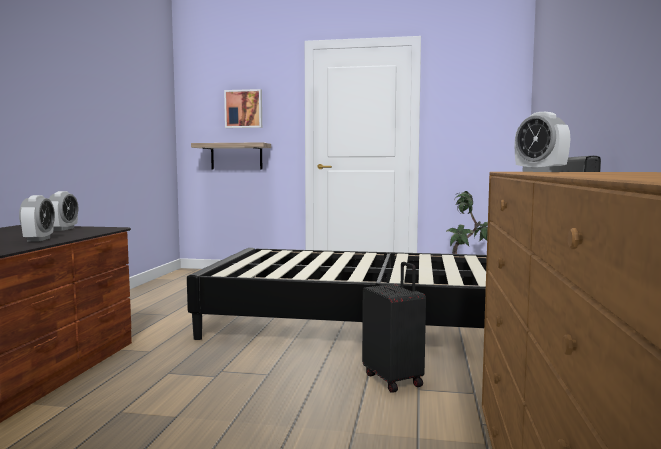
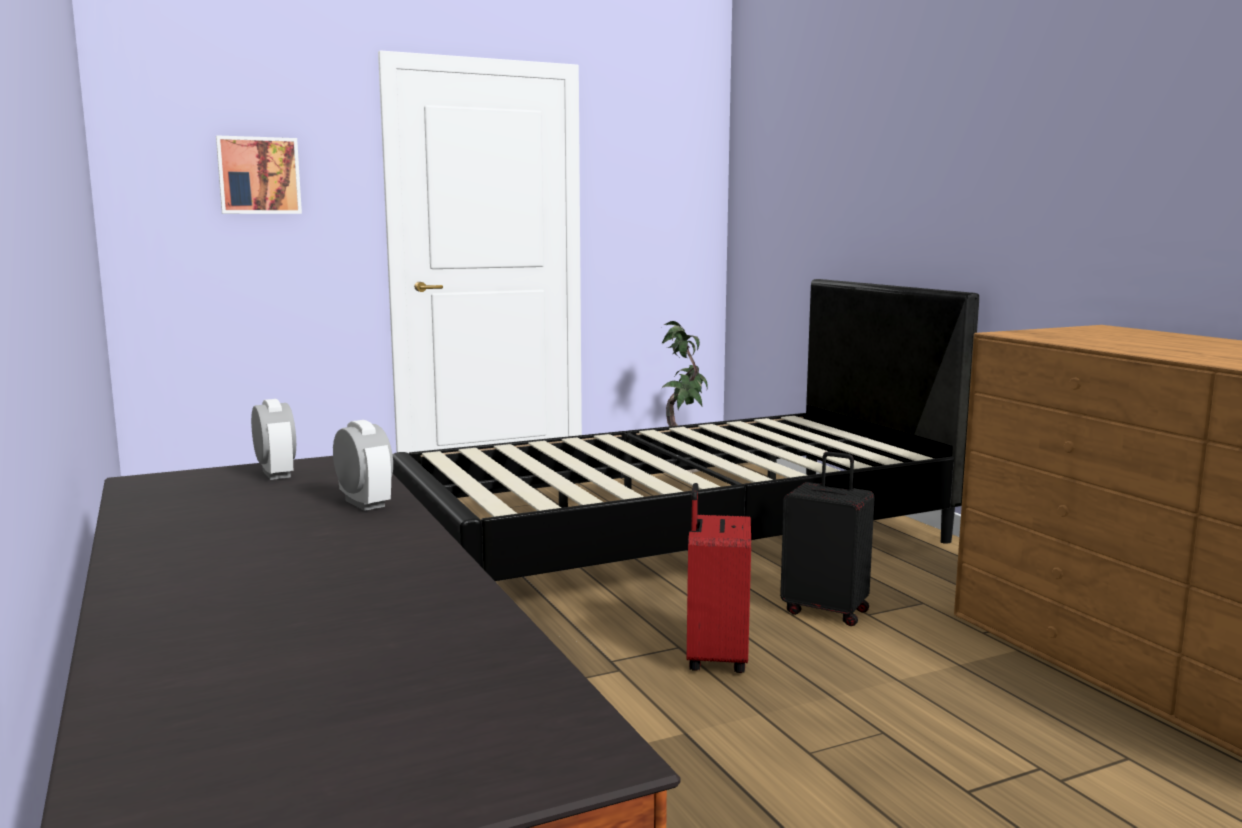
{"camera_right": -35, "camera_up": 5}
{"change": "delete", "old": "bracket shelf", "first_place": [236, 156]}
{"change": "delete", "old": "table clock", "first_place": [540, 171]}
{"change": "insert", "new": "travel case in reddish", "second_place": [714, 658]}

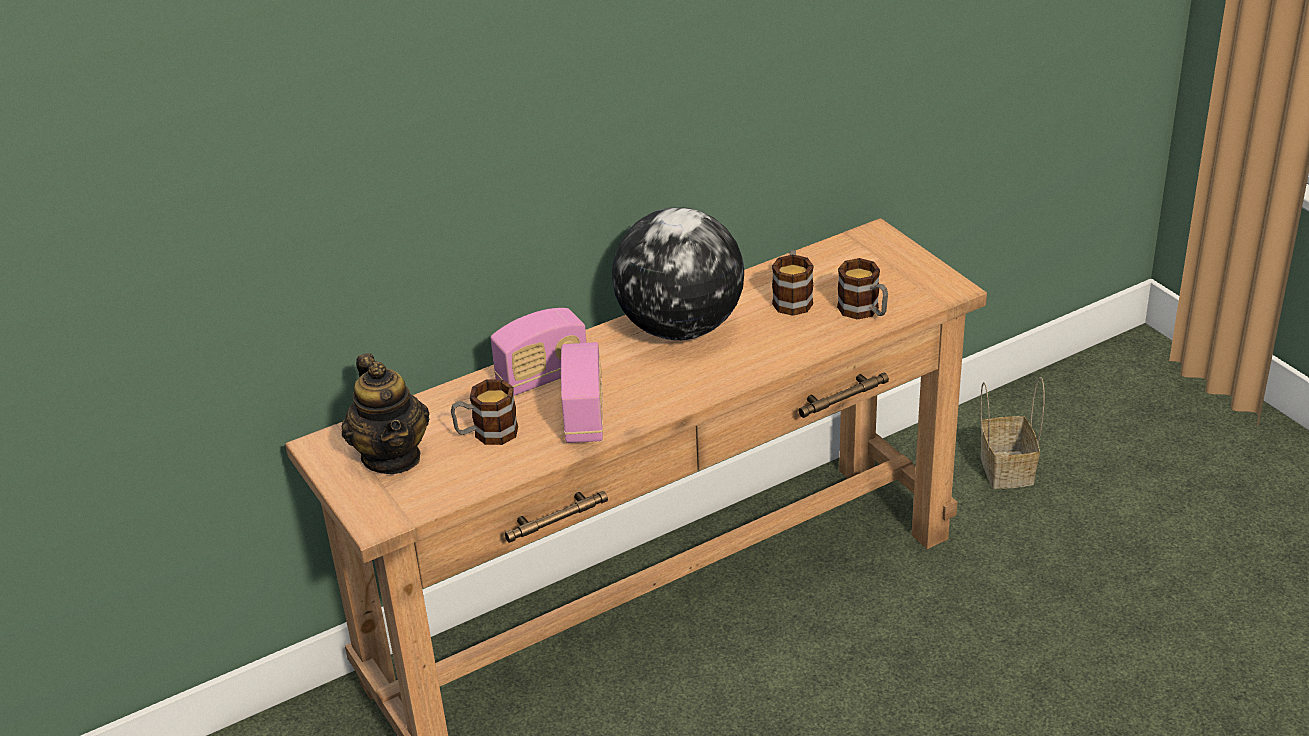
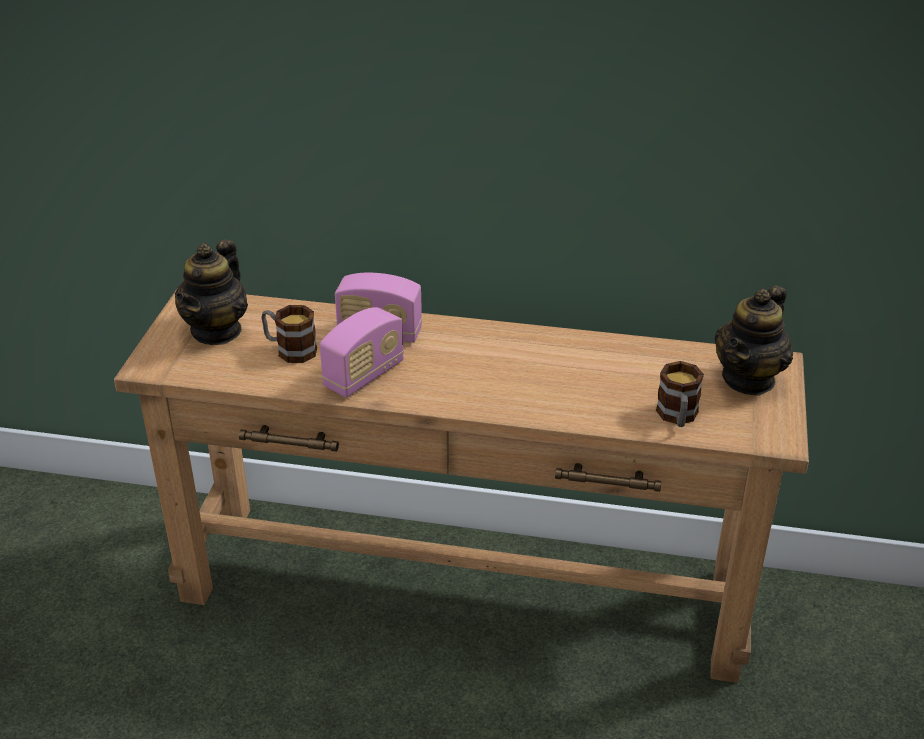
{"camera_right": 40, "camera_up": 0}
{"change": "delete", "old": "globe", "first_place": [680, 327]}
{"change": "delete", "old": "tea mug", "first_place": [792, 298]}
{"change": "delete", "old": "basket", "first_place": [1005, 468]}
{"change": "insert", "new": "teapot", "second_place": [749, 379]}

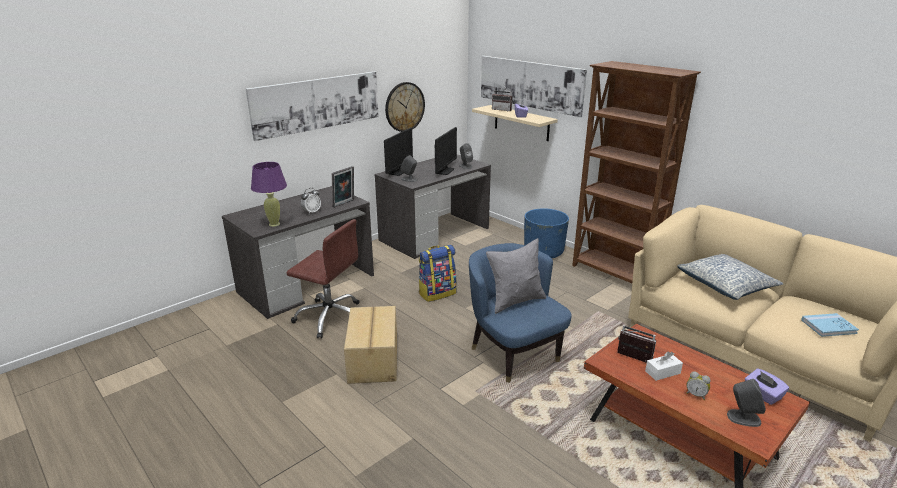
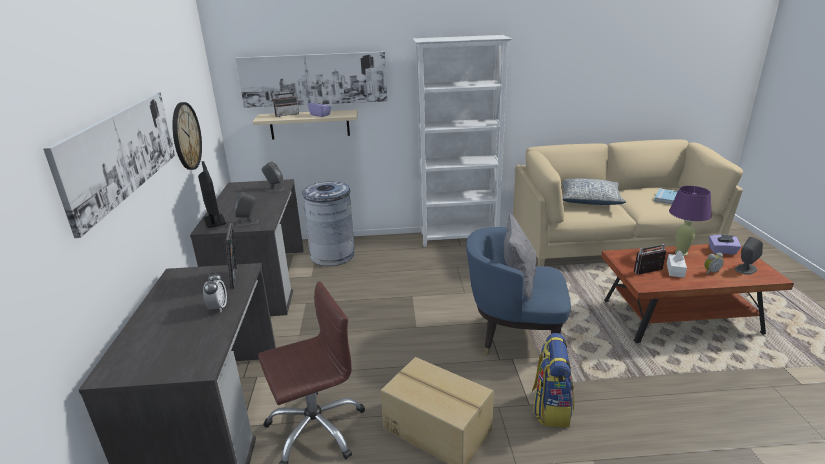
{"camera_right": -50, "camera_up": 0}
{"change": "delete", "old": "computer display", "first_place": [444, 171]}
{"change": "delete", "old": "flower pot in blue-coloured", "first_place": [543, 252]}
{"change": "insert", "new": "rubbish bin in greyish", "second_place": [332, 255]}
{"change": "move", "old": "lamp for a table in purple", "first_place": [274, 224], "second_place": [681, 253]}
{"change": "move", "old": "backpack", "first_place": [437, 293], "second_place": [550, 407]}
{"change": "recolor", "old": "bookshelf in brown", "new": "bookshelf in white", "first_place": [614, 274], "second_place": [459, 238]}

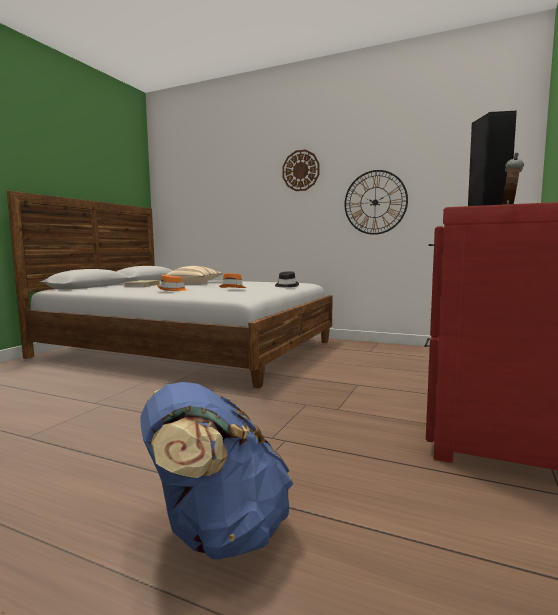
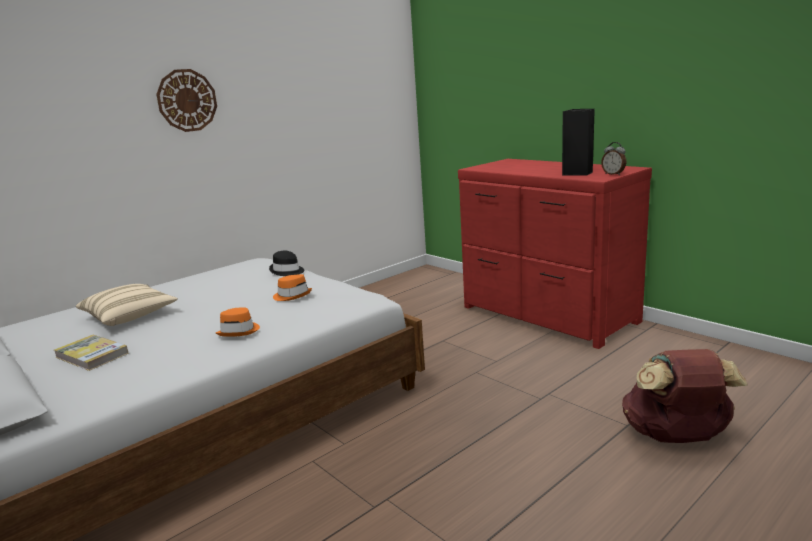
{"camera_right": -65, "camera_up": 10}
{"change": "delete", "old": "clock on the wall", "first_place": [375, 202]}
{"change": "recolor", "old": "backpack in blue-coloured", "new": "backpack in brown", "first_place": [217, 532], "second_place": [676, 437]}

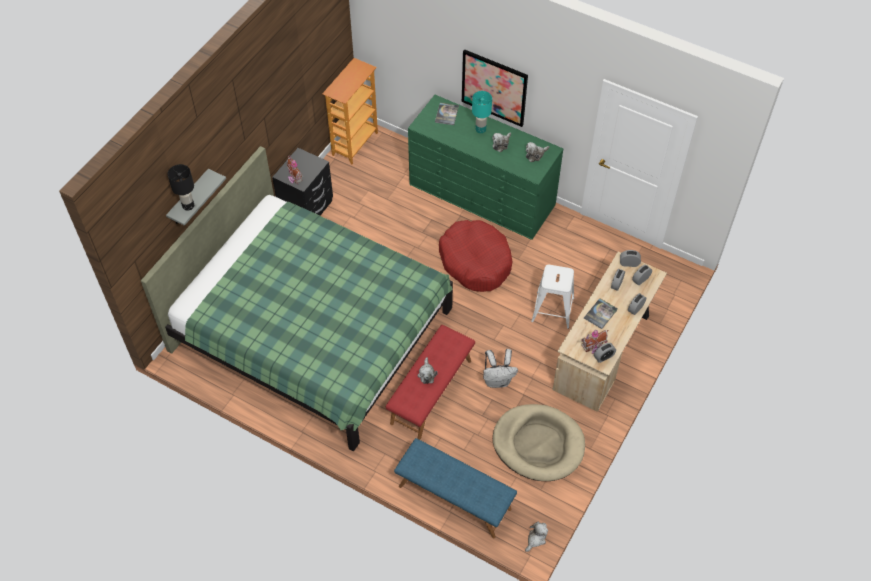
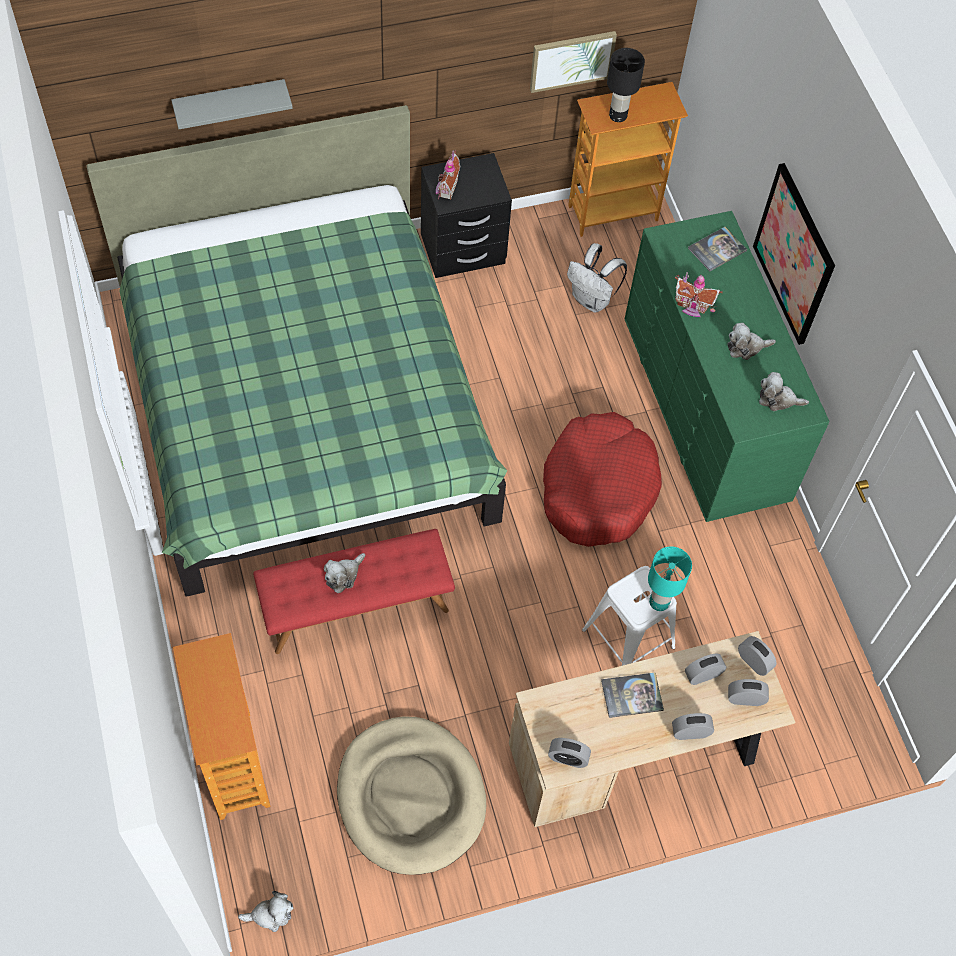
{"camera_right": 40, "camera_up": 5}
{"change": "insert", "new": "wall picture", "second_place": [571, 60]}
{"change": "move", "old": "lamp for a table in blackish", "first_place": [188, 206], "second_place": [618, 116]}
{"change": "move", "old": "lamp for a table in blue-green", "first_place": [480, 129], "second_place": [659, 601]}
{"change": "move", "old": "backpack in white", "first_place": [498, 380], "second_place": [592, 300]}
{"change": "move", "old": "toy house", "first_place": [593, 347], "second_place": [692, 307]}
{"change": "replace", "old": "long seat in blue-coloured", "new": "bookshelf", "first_place": [454, 498], "second_place": [233, 765]}

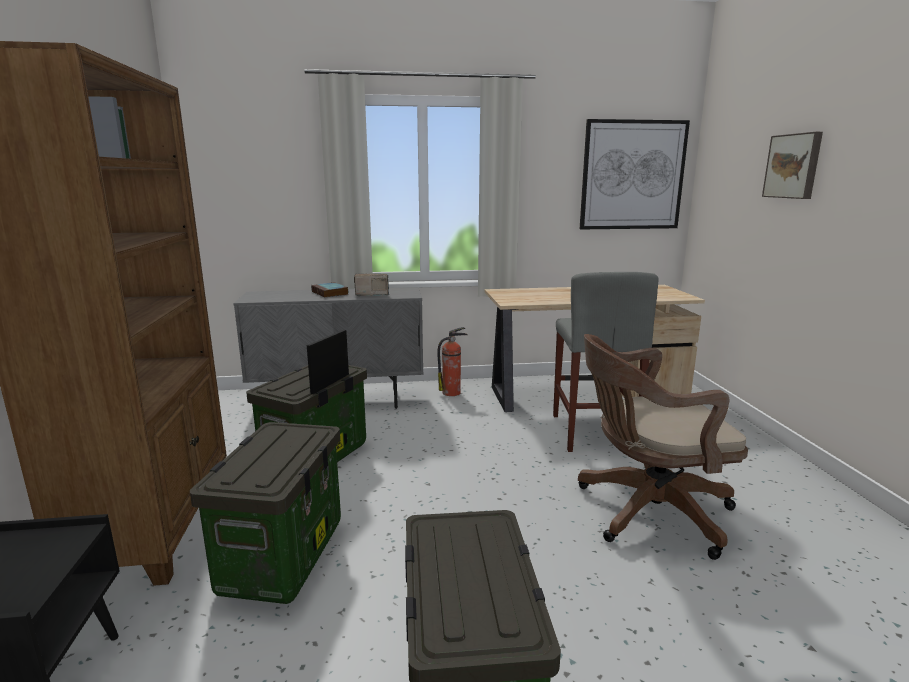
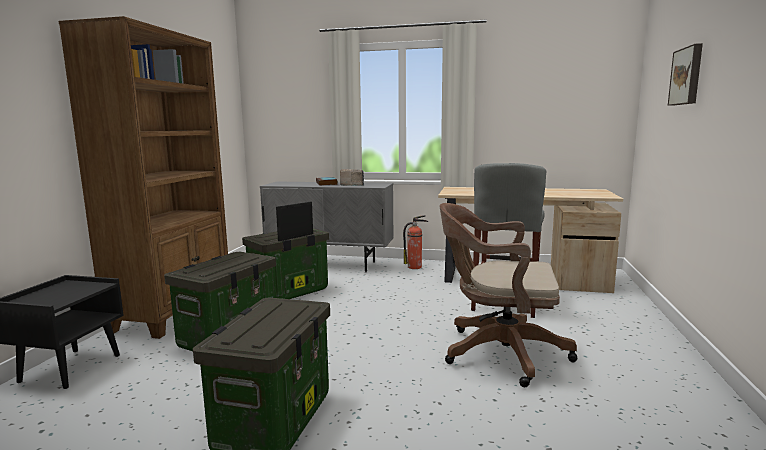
{"camera_right": 20, "camera_up": -5}
{"change": "delete", "old": "wall picture", "first_place": [632, 175]}

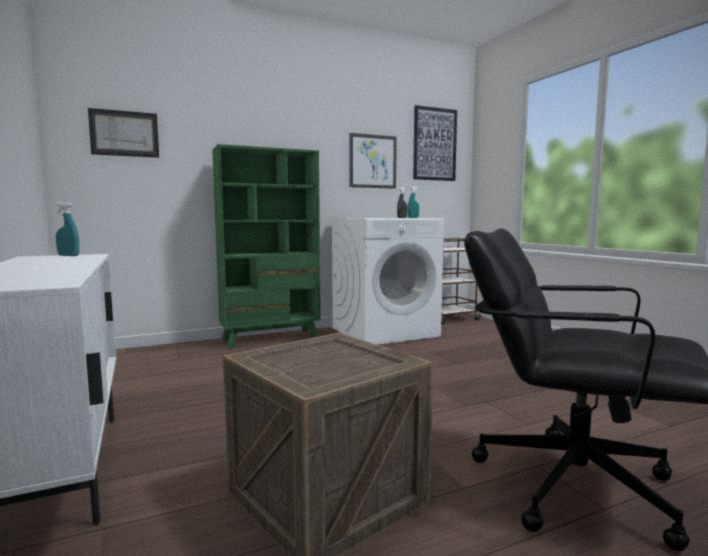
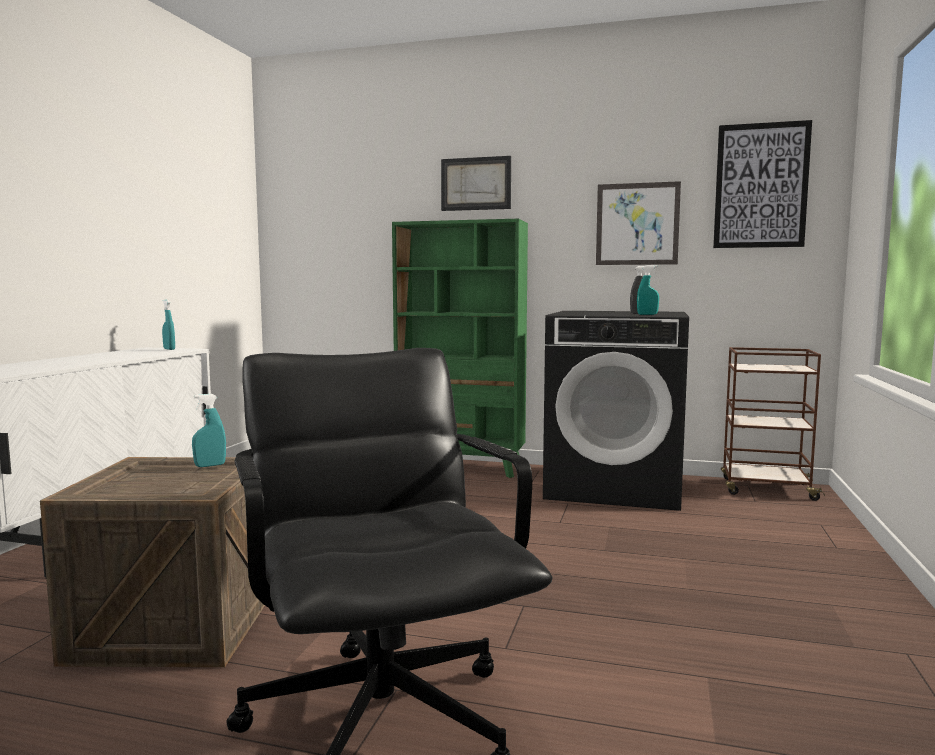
{"camera_right": 40, "camera_up": 0}
{"change": "insert", "new": "spray bottle in blue-green", "second_place": [210, 465]}
{"change": "move", "old": "wall picture", "first_place": [124, 133], "second_place": [476, 184]}
{"change": "recolor", "old": "laundry machine in white", "new": "laundry machine in blackish", "first_place": [385, 332], "second_place": [615, 487]}

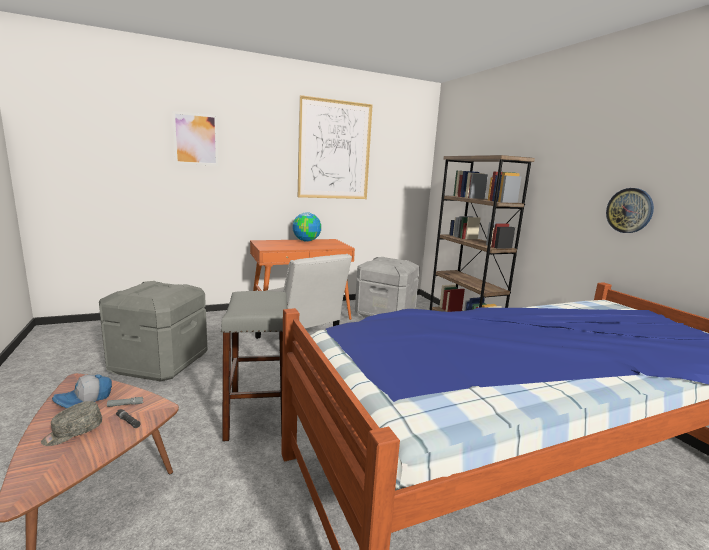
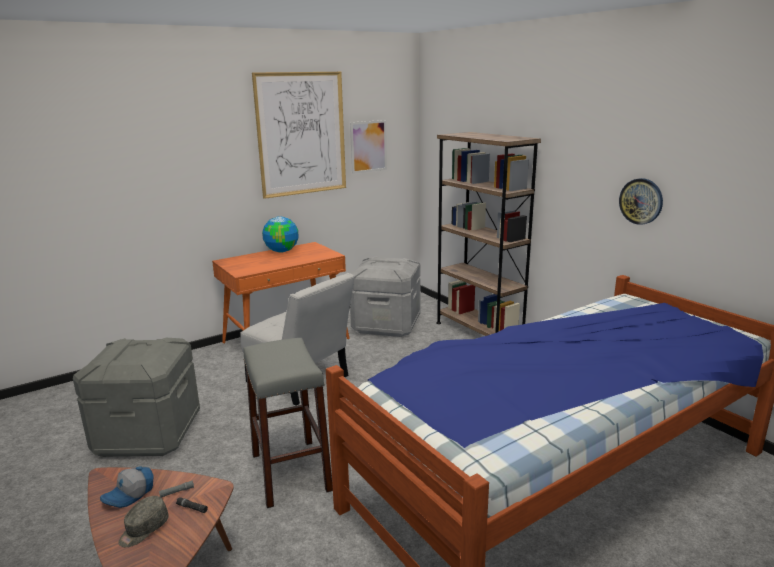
{"camera_right": -10, "camera_up": 5}
{"change": "move", "old": "wall picture", "first_place": [196, 139], "second_place": [368, 146]}

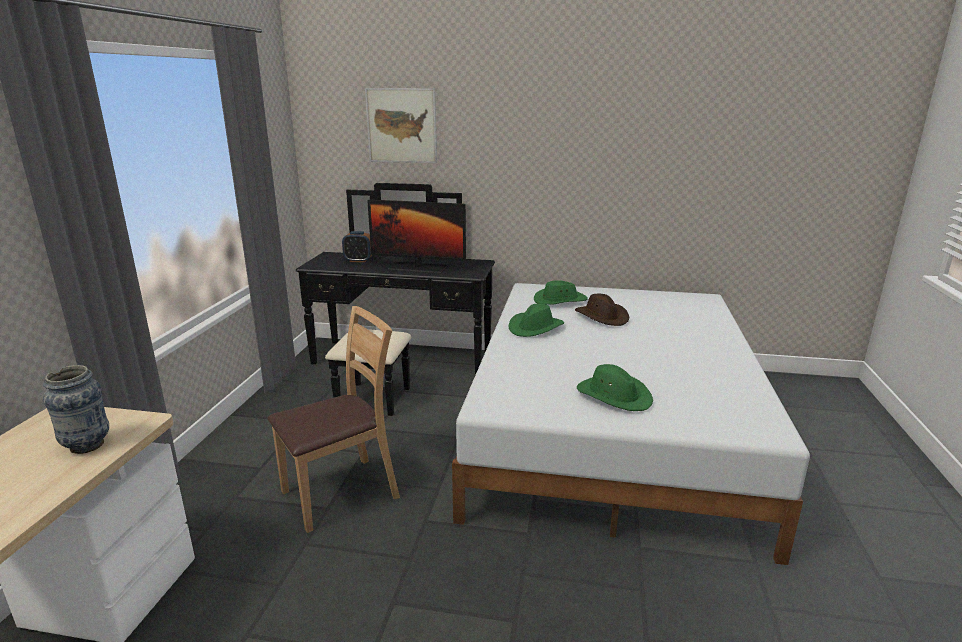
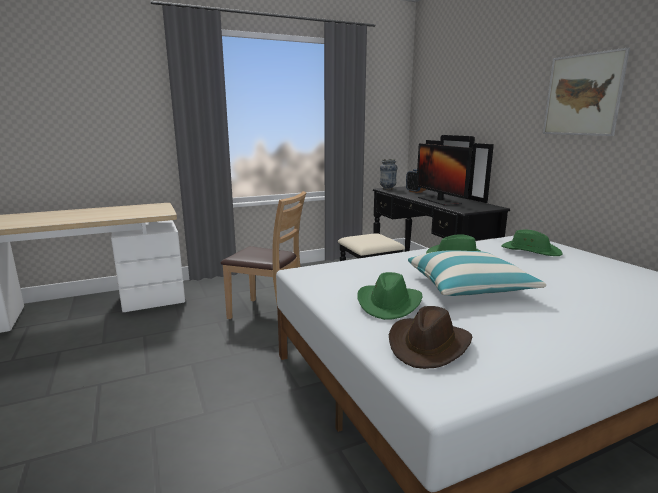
{"camera_right": 55, "camera_up": -5}
{"change": "insert", "new": "pillow", "second_place": [468, 287]}
{"change": "move", "old": "flower vase", "first_place": [87, 445], "second_place": [387, 189]}
{"change": "move", "old": "wall picture", "first_place": [401, 125], "second_place": [582, 95]}
{"change": "move", "old": "clothing hat in brown", "first_place": [602, 316], "second_place": [429, 345]}

